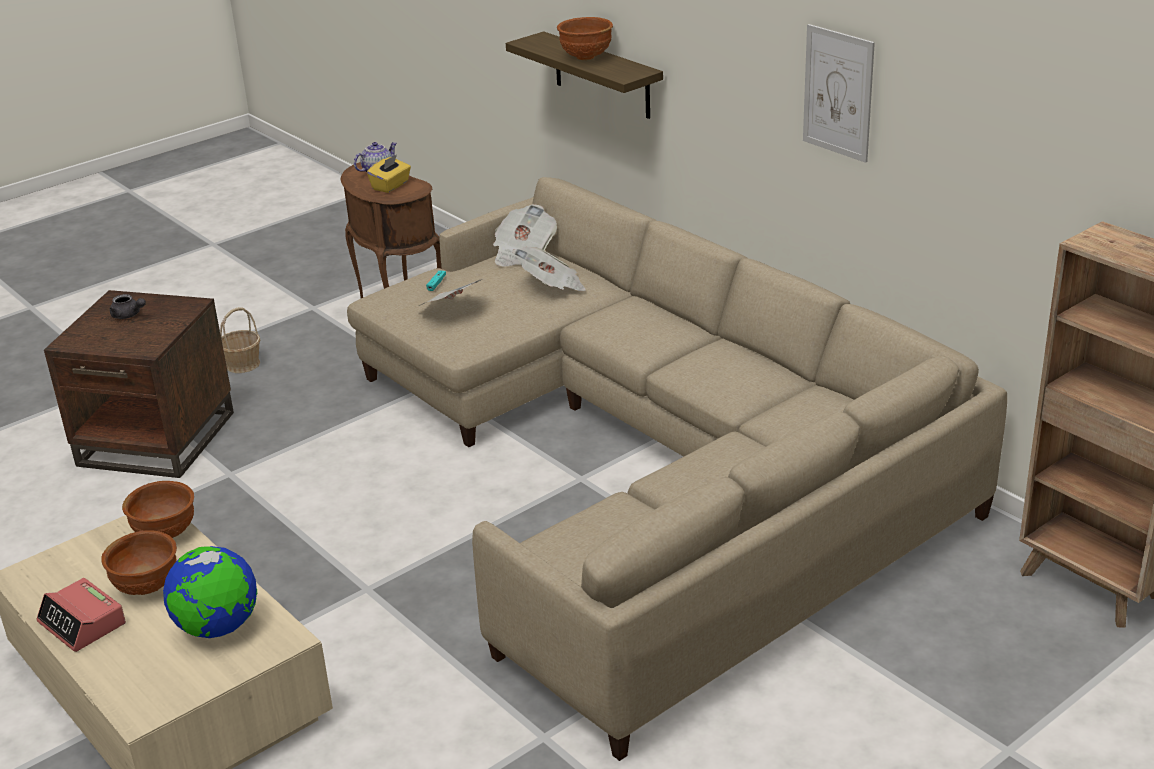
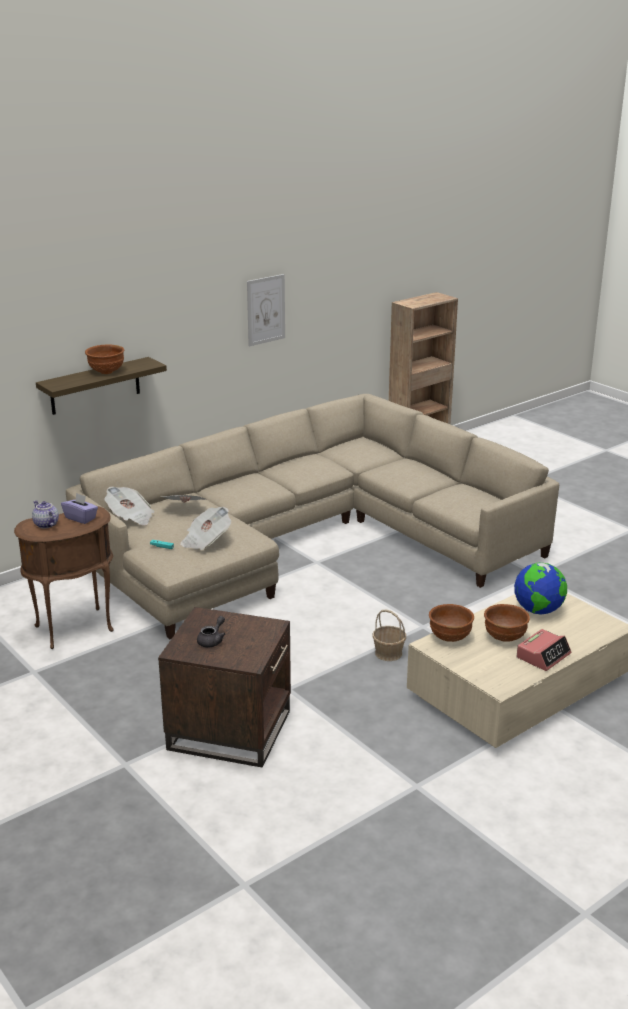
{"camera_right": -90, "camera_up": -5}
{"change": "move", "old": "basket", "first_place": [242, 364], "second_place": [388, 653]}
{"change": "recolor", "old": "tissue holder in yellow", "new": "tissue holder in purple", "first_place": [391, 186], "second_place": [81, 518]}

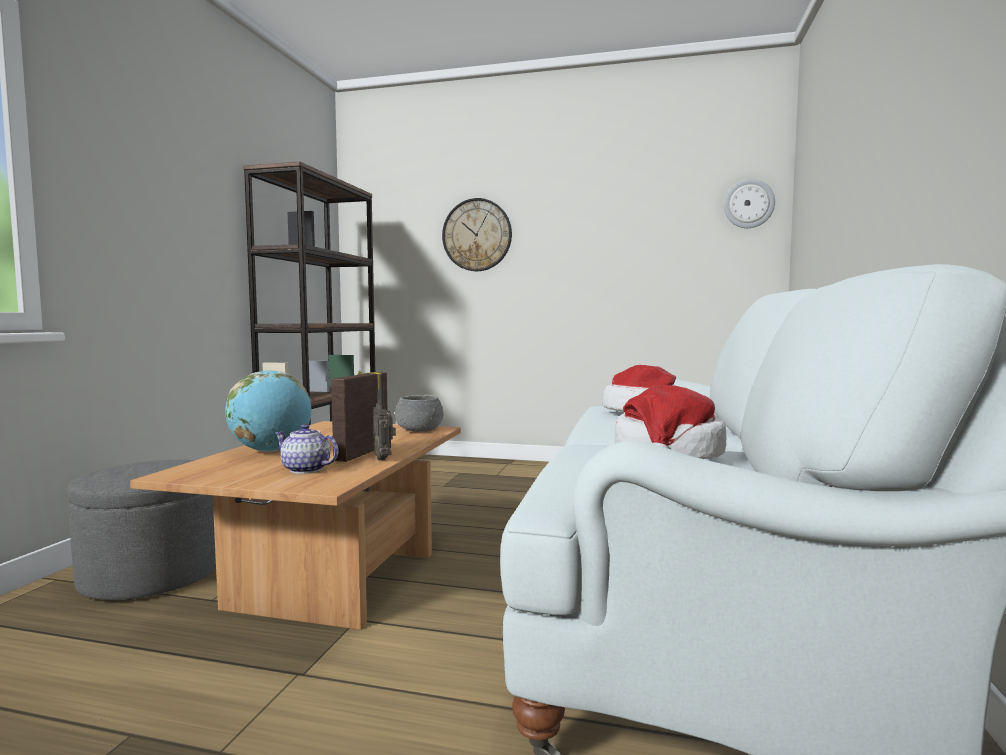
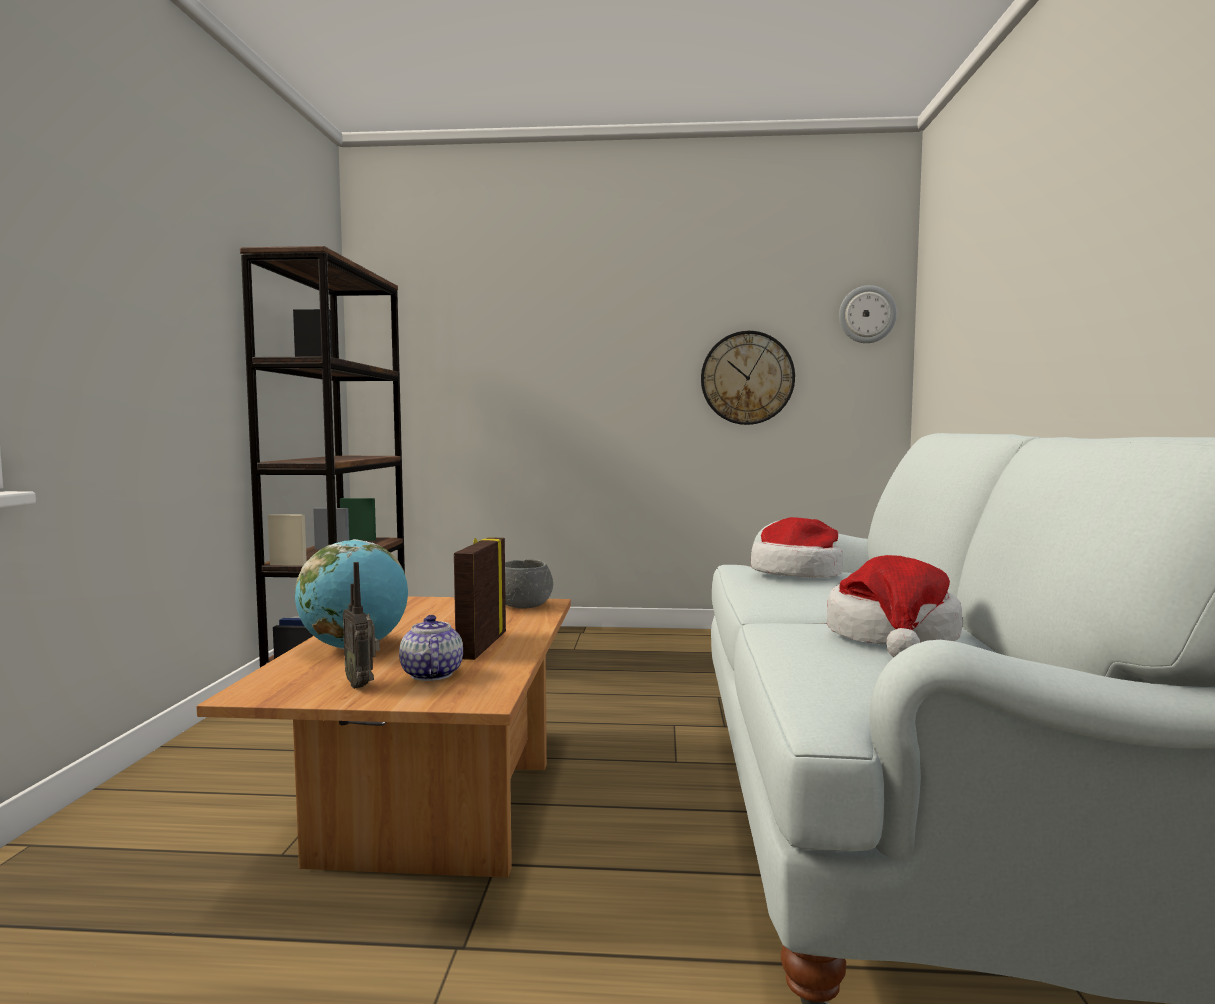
{"camera_right": -10, "camera_up": 0}
{"change": "delete", "old": "pouffe in greyish", "first_place": [152, 574]}
{"change": "move", "old": "radio set", "first_place": [384, 458], "second_place": [362, 684]}
{"change": "move", "old": "clock on the wall", "first_place": [477, 235], "second_place": [747, 378]}
{"change": "rotate", "old": "teapot", "first_place": [306, 469], "second_place": [431, 674], "degrees": 60}

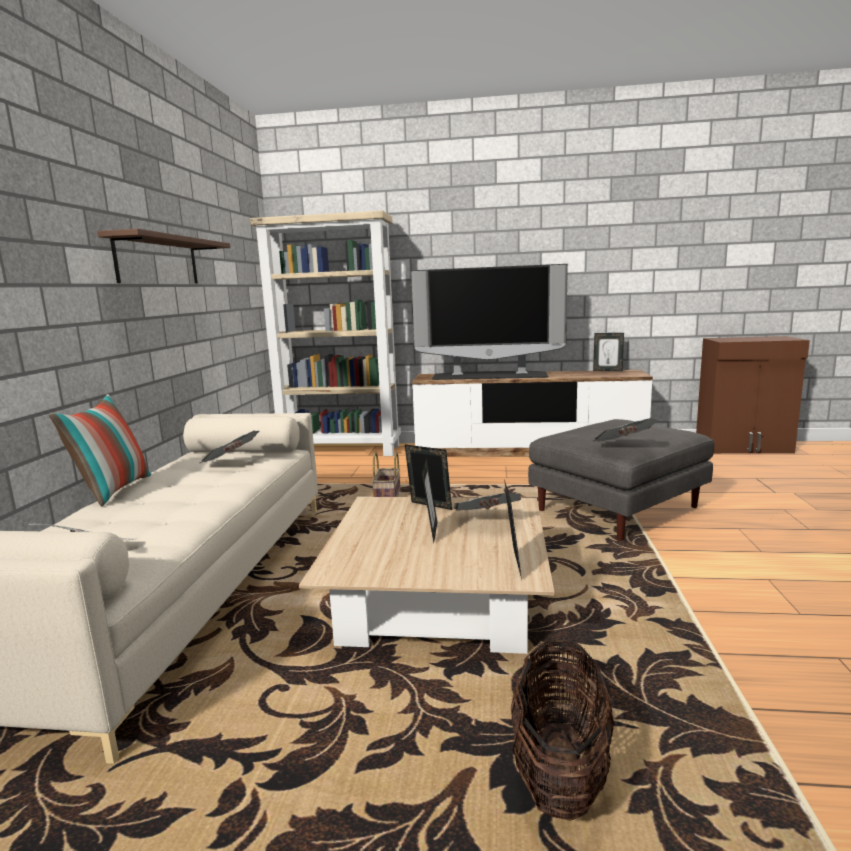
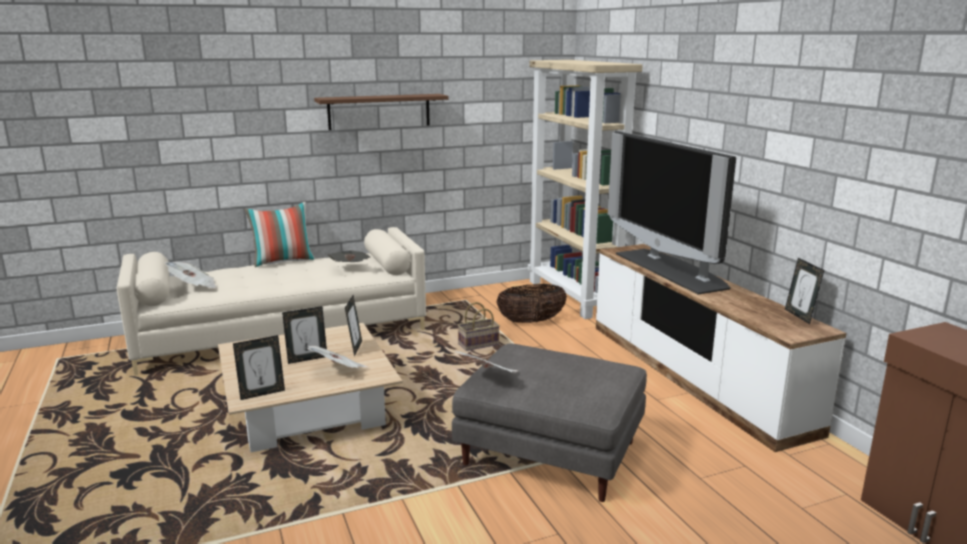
{"camera_right": 60, "camera_up": 5}
{"change": "move", "old": "basket", "first_place": [560, 769], "second_place": [531, 321]}

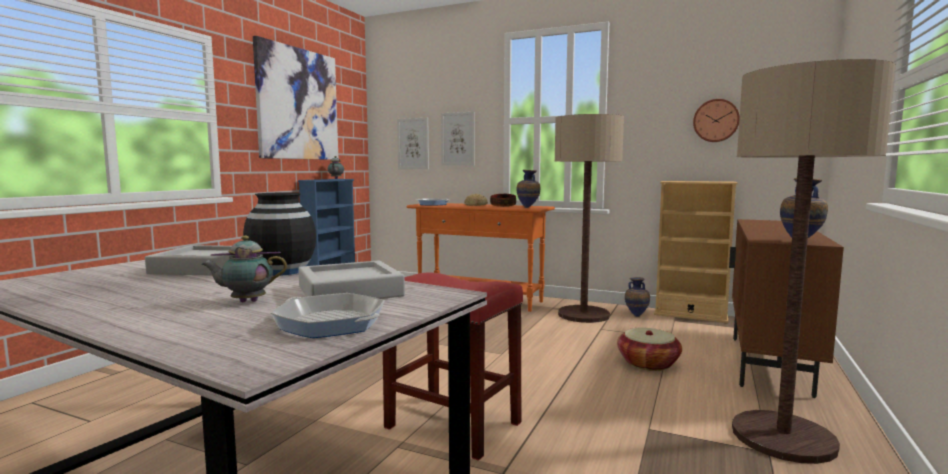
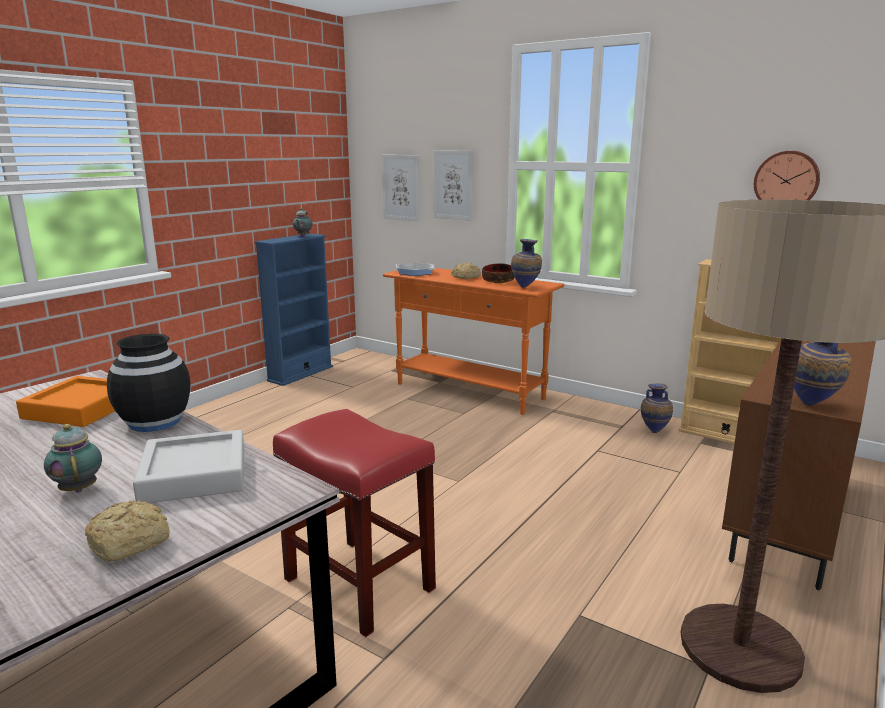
{"camera_right": 10, "camera_up": 10}
{"change": "delete", "old": "wall picture", "first_place": [298, 104]}
{"change": "delete", "old": "standard lamp", "first_place": [583, 315]}
{"change": "delete", "old": "basket", "first_place": [648, 363]}
{"change": "replace", "old": "pan", "new": "baked bread", "first_place": [330, 323], "second_place": [131, 542]}
{"change": "recolor", "old": "tray in greyish", "new": "tray in orange-coloured", "first_place": [203, 268], "second_place": [81, 408]}
{"change": "rotate", "old": "teapot", "first_place": [246, 302], "second_place": [79, 488], "degrees": 60}

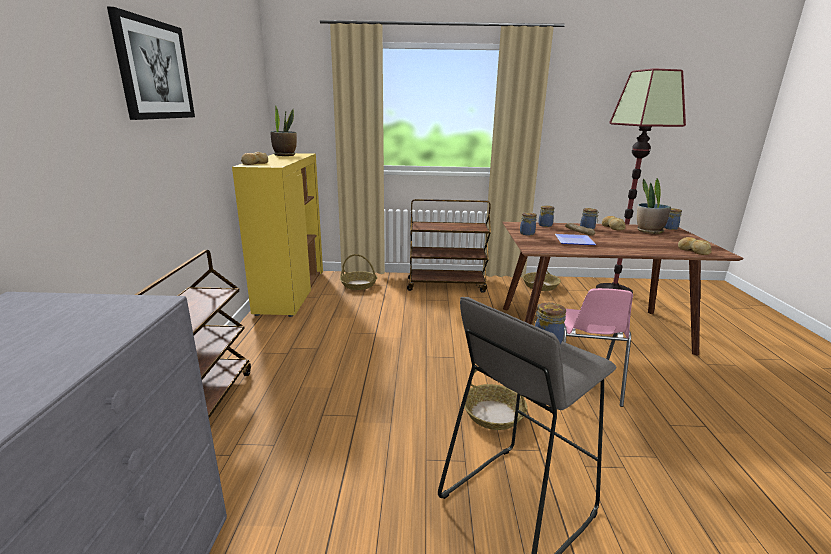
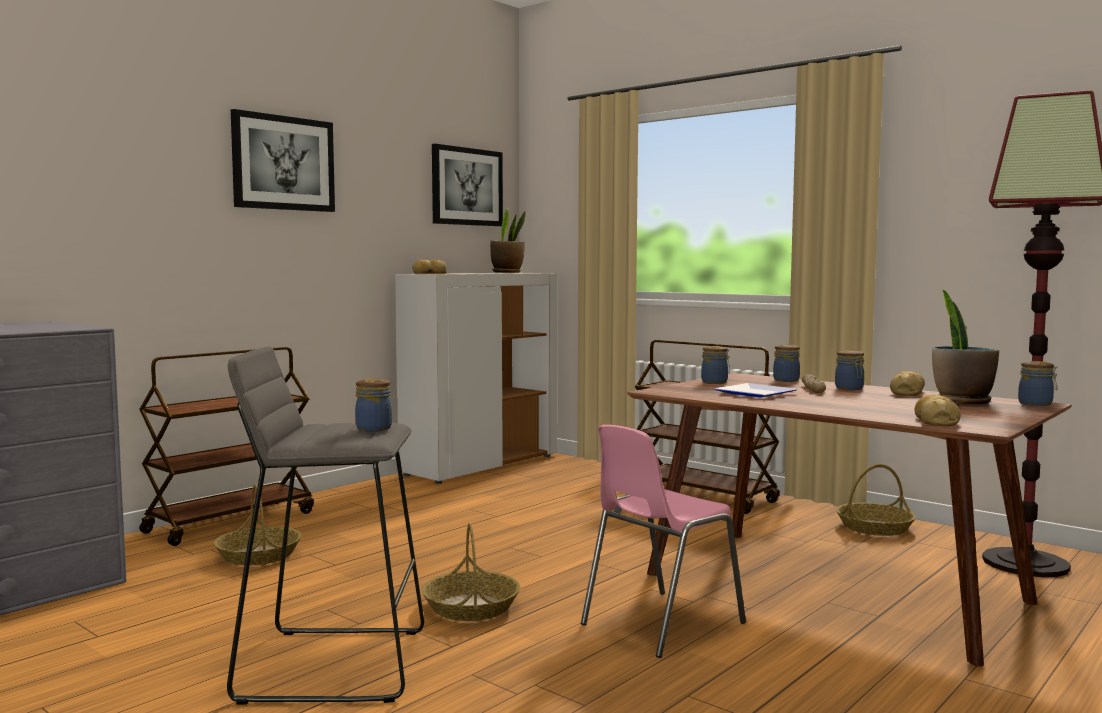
{"camera_right": 40, "camera_up": -15}
{"change": "insert", "new": "wall picture", "second_place": [466, 186]}
{"change": "move", "old": "basket", "first_place": [359, 284], "second_place": [259, 555]}
{"change": "recolor", "old": "cabinet in yellow", "new": "cabinet in white", "first_place": [290, 292], "second_place": [481, 465]}

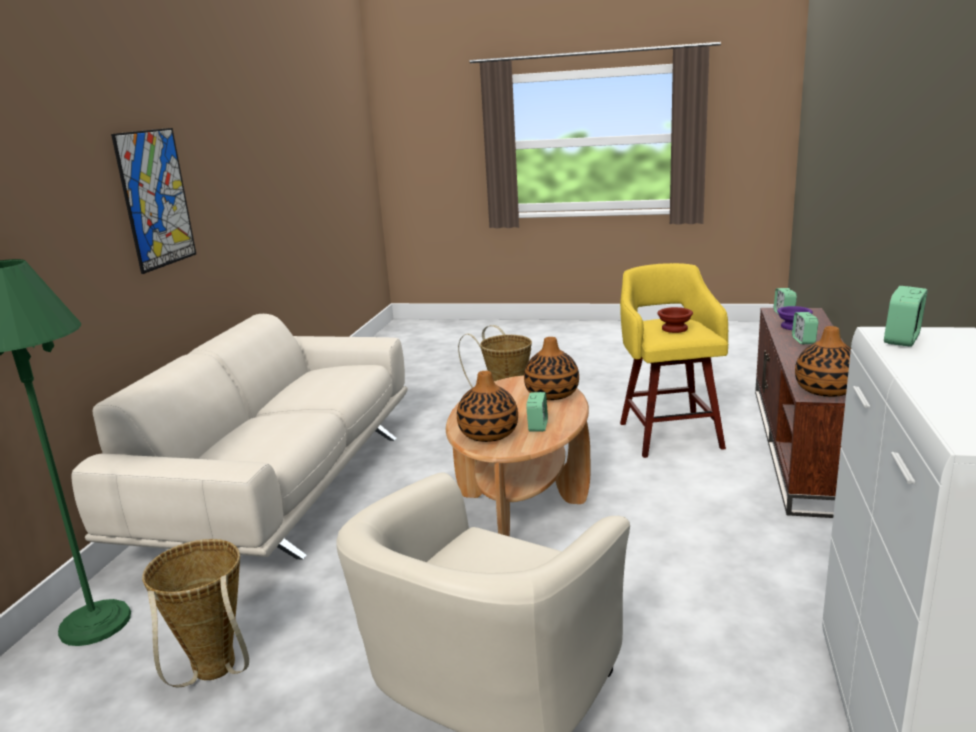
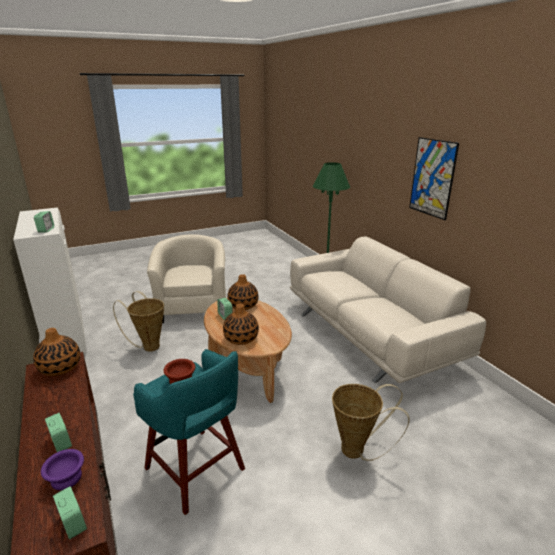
{"camera_right": 140, "camera_up": 5}
{"change": "move", "old": "basket", "first_place": [214, 675], "second_place": [148, 346]}
{"change": "recolor", "old": "stool seat in yellow", "new": "stool seat in blue-green", "first_place": [669, 434], "second_place": [196, 471]}

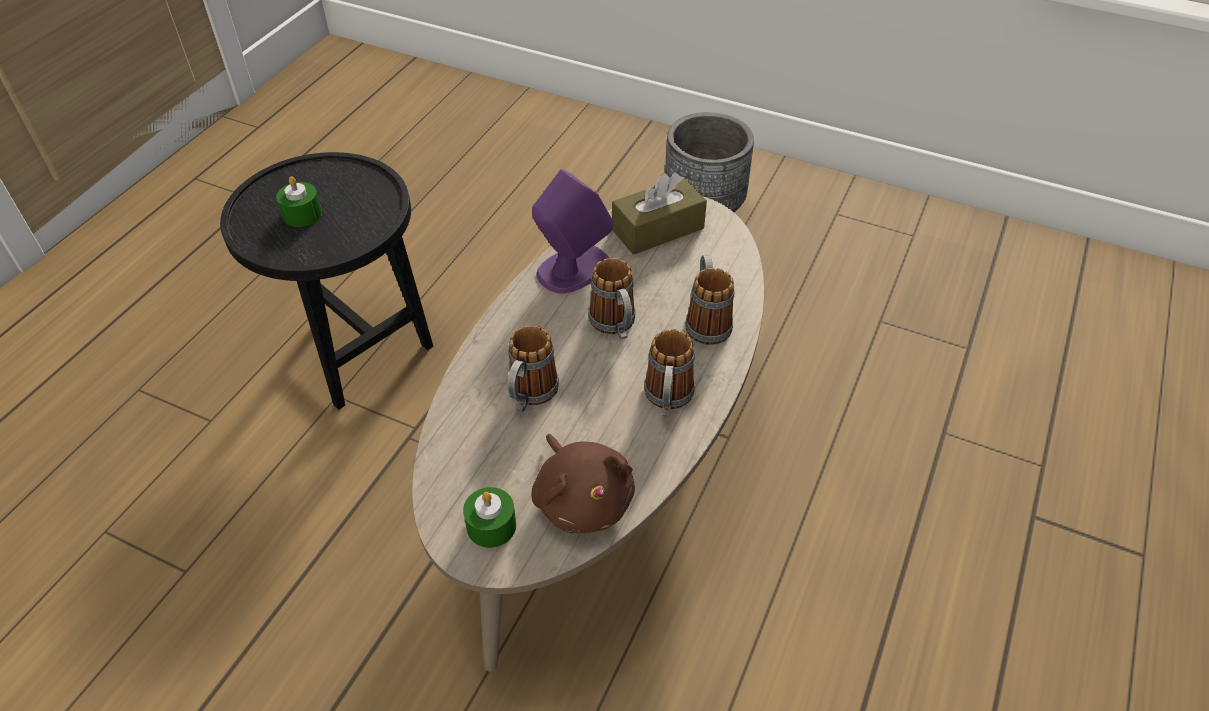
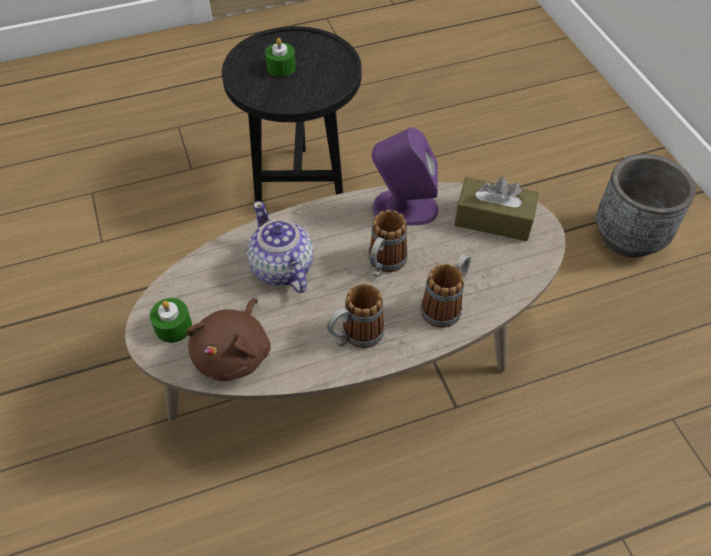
{"camera_right": 45, "camera_up": 5}
{"change": "replace", "old": "tea mug", "new": "teapot", "first_place": [529, 396], "second_place": [281, 269]}

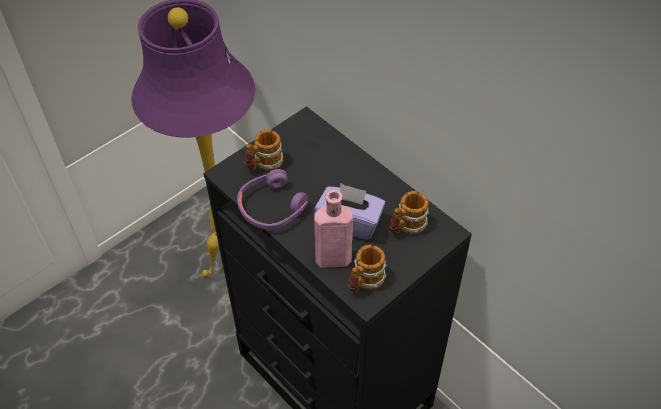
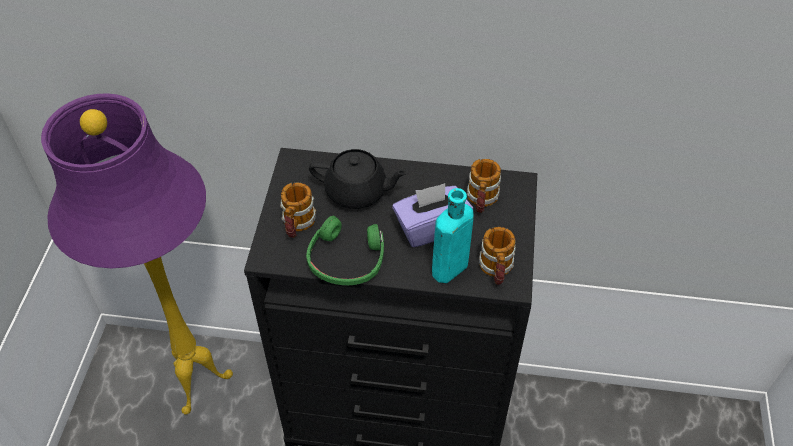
{"camera_right": -40, "camera_up": 0}
{"change": "insert", "new": "teapot in blackish", "second_place": [357, 192]}
{"change": "recolor", "old": "headset in purple", "new": "headset in green", "first_place": [271, 207], "second_place": [346, 259]}
{"change": "recolor", "old": "drink bottle in pinkish", "new": "drink bottle in blue-green", "first_place": [330, 259], "second_place": [447, 270]}

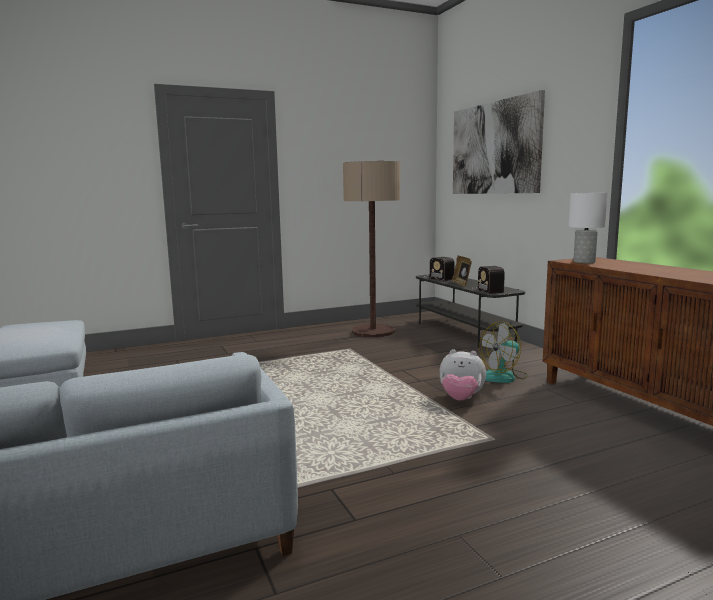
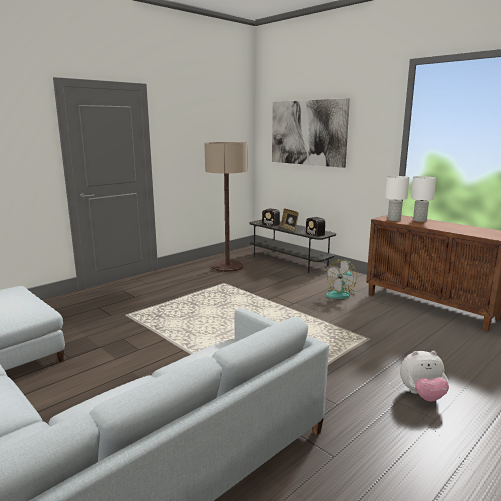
{"camera_right": -20, "camera_up": 5}
{"change": "insert", "new": "lamp for a table in white", "second_place": [420, 220]}
{"change": "move", "old": "cuddly toy", "first_place": [461, 399], "second_place": [422, 395]}

